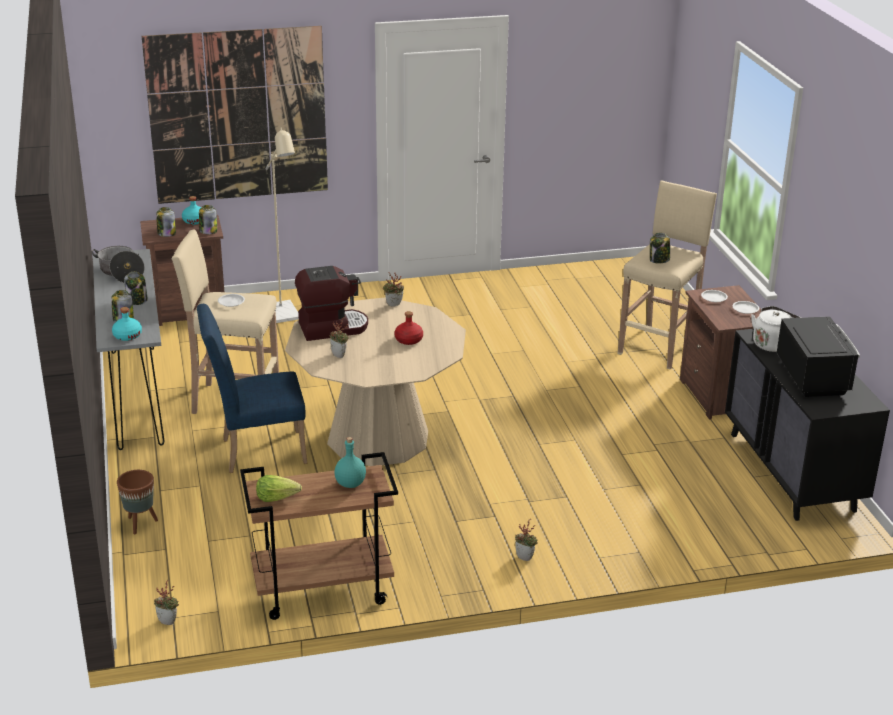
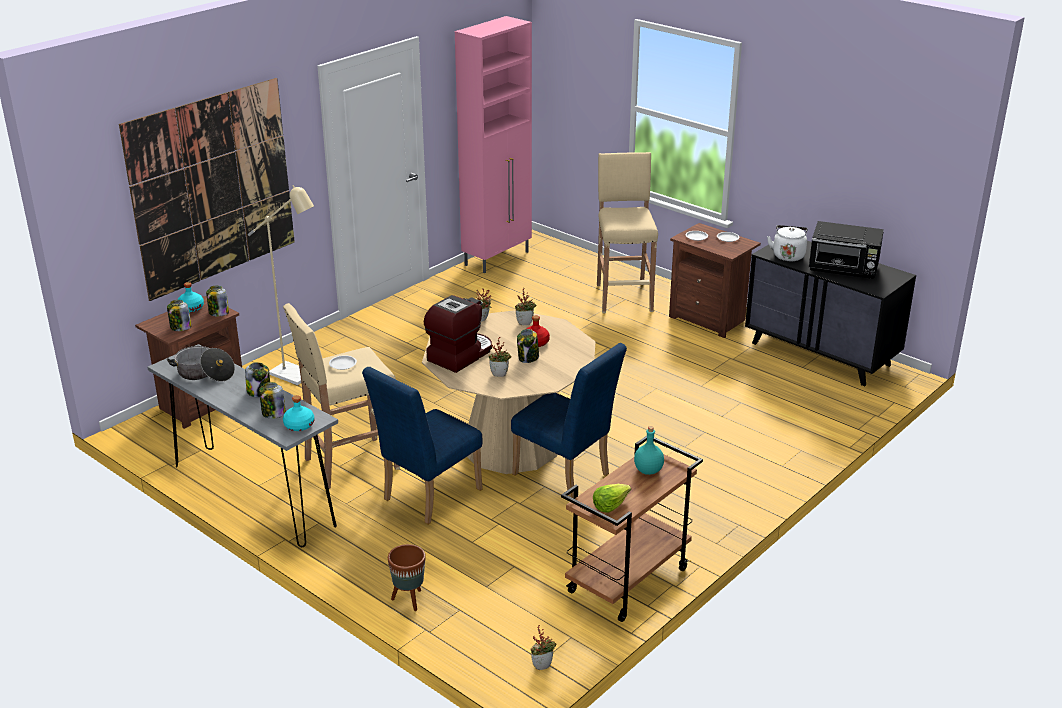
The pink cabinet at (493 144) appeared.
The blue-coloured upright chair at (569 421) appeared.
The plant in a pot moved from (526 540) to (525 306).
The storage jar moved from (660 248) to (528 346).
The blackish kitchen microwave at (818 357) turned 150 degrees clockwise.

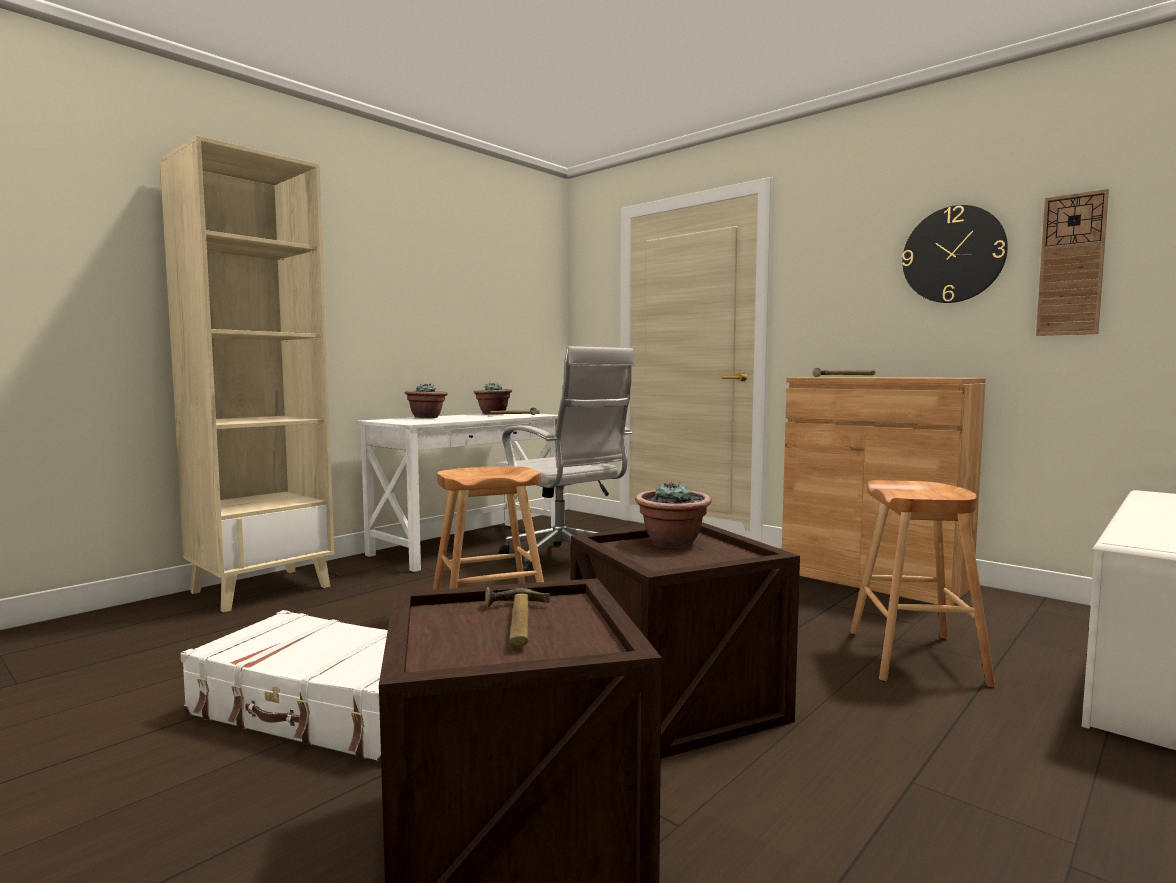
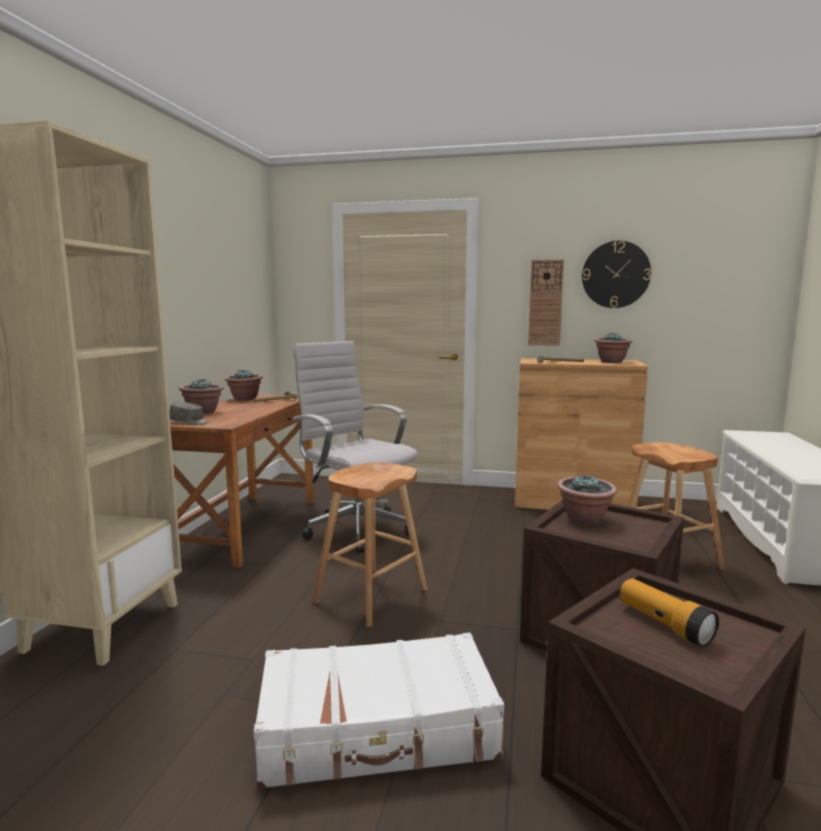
The grey peaked cap at (189 413) appeared.
The white-coloured desk table at (457 493) became the brown desk table at (242 481).
The white-coloured computer chair at (565 458) turned 150 degrees counterclockwise.
The hanging clock moved from (1072 262) to (546 302).
The plant in a pot at (613 348) appeared.
The tool hammer at (517 617) was replaced by the hand torch at (669 612).

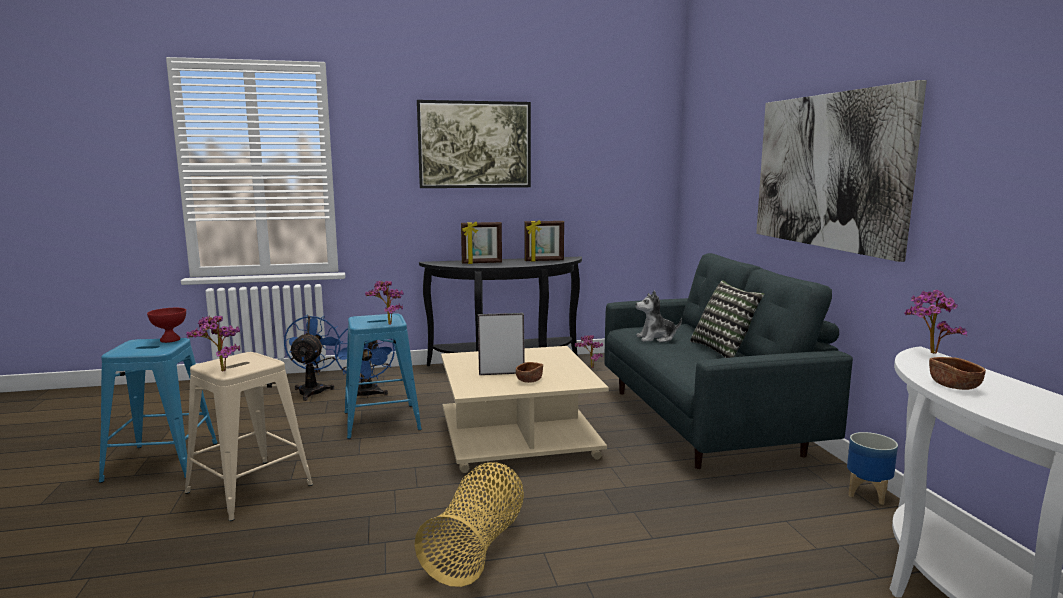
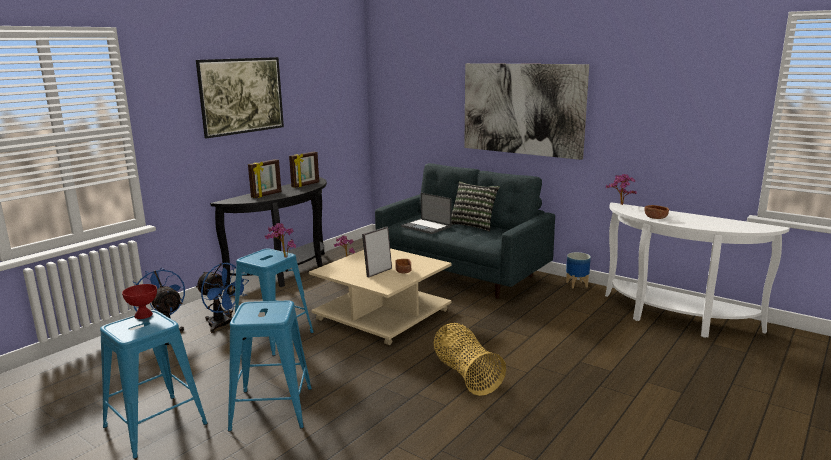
The sand-coloured stool seat at (249 436) became the blue-coloured stool seat at (270 366).
The cuddly toy at (659 316) was replaced by the notebook computer at (426 213).
The plant in a pot at (213 343) disappeared.

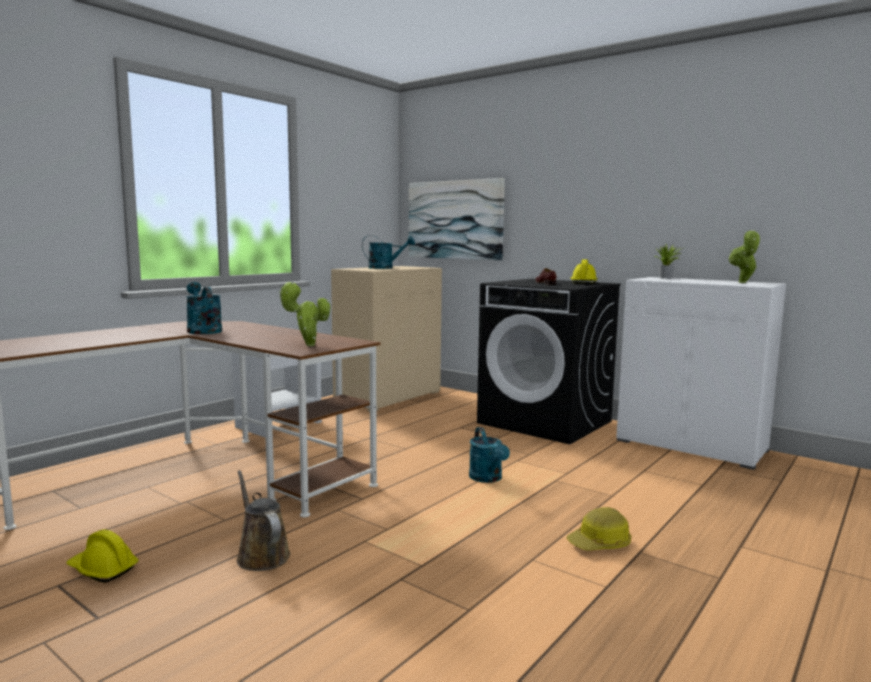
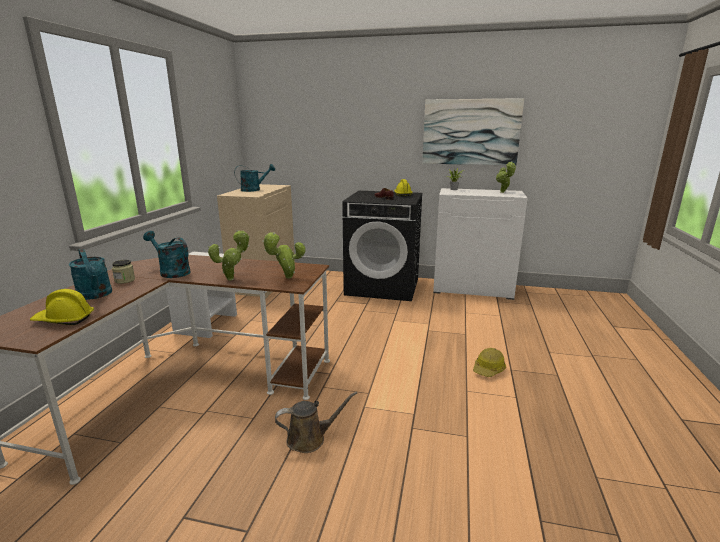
The yellow safety helmet moved from (102 556) to (62 307).
The turquoise-coloured watering can moved from (489 455) to (90 274).
The storage jar at (123 272) appeared.
The plant in a pot at (229 255) appeared.
The brown watering can at (263 520) turned 135 degrees clockwise.
The wall picture moved from (457 219) to (473 132).

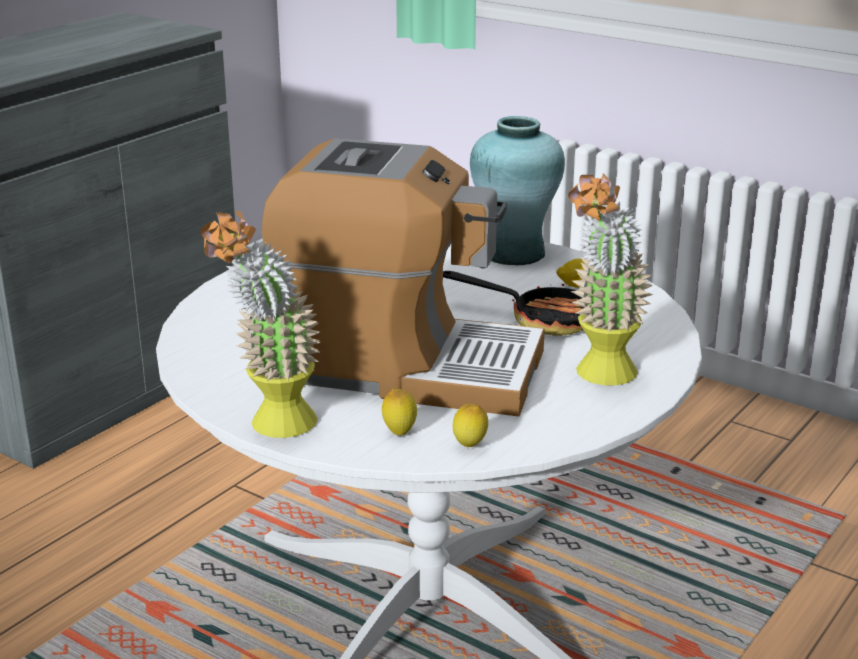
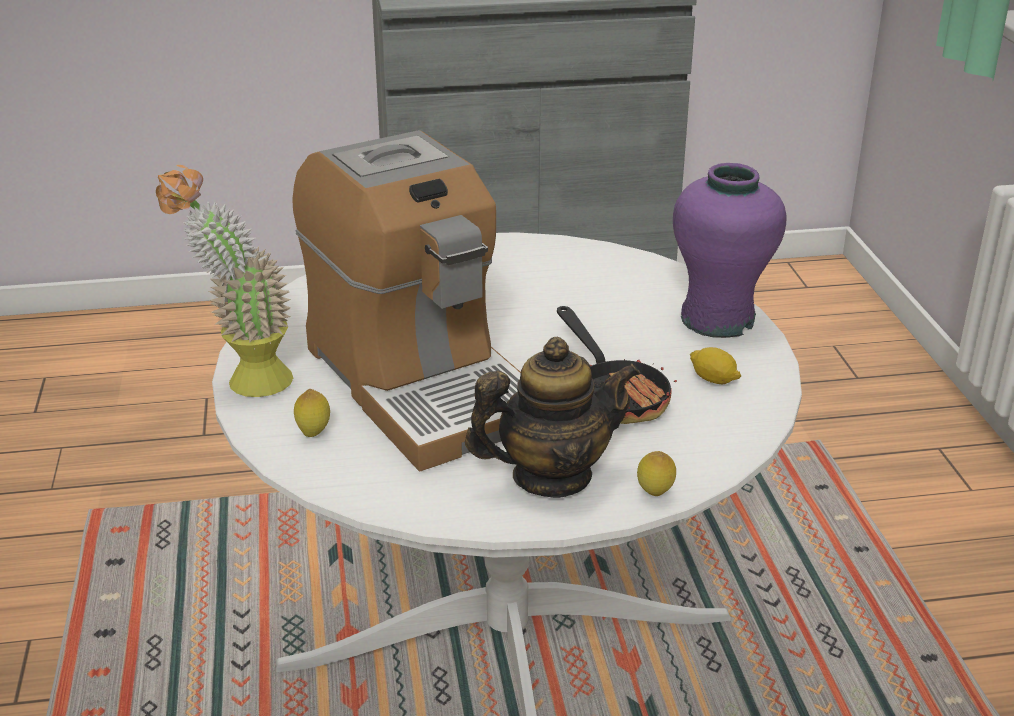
The plant in a pot at (610 279) was replaced by the tea pot at (552 417).
The lemon moved from (470 425) to (656 473).
The turquoise-coloured flower vase at (517 190) became the purplish flower vase at (730 250).

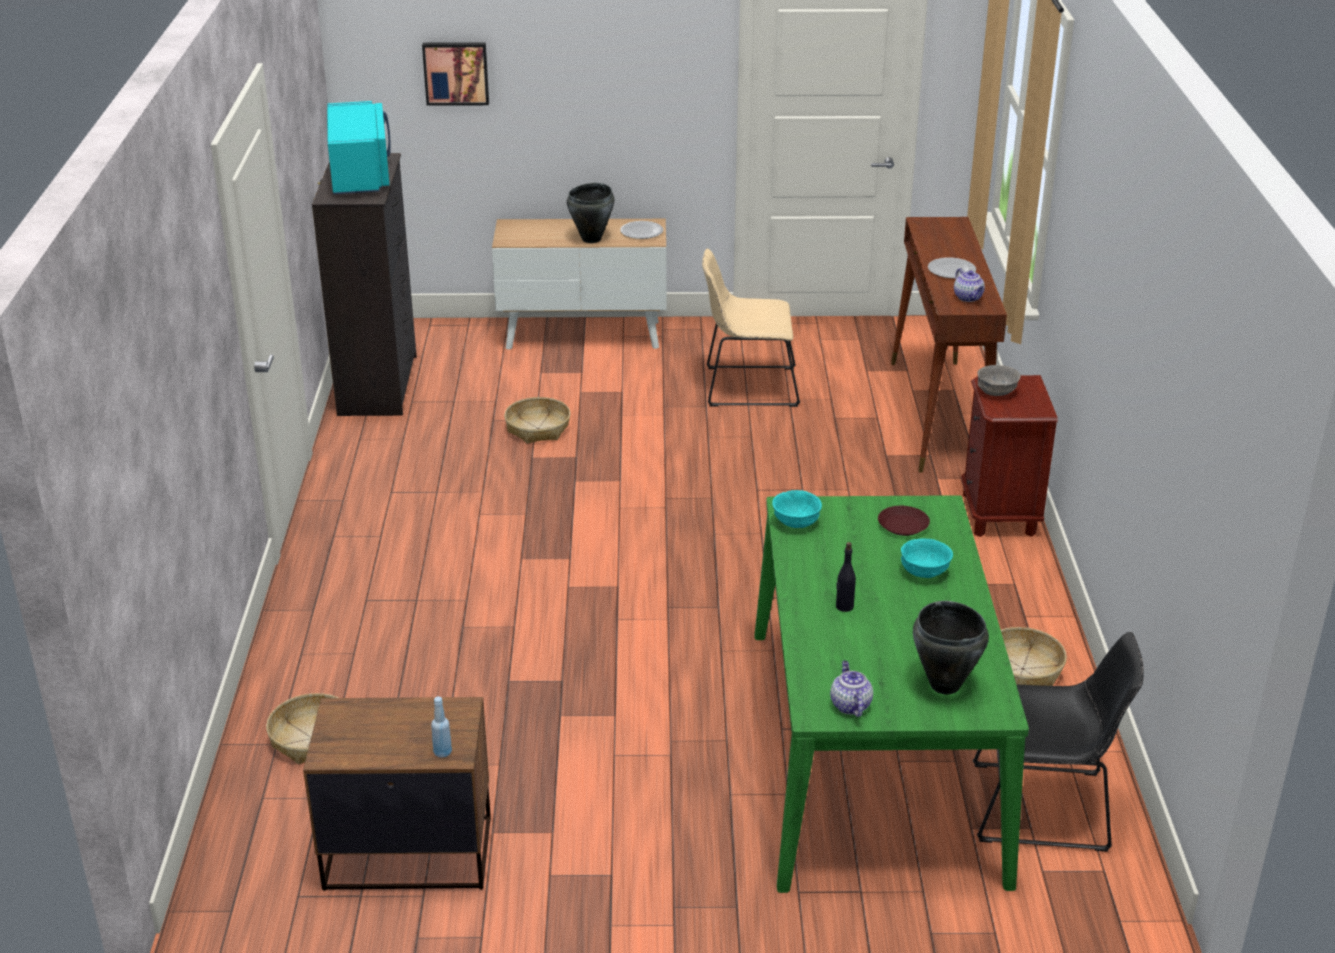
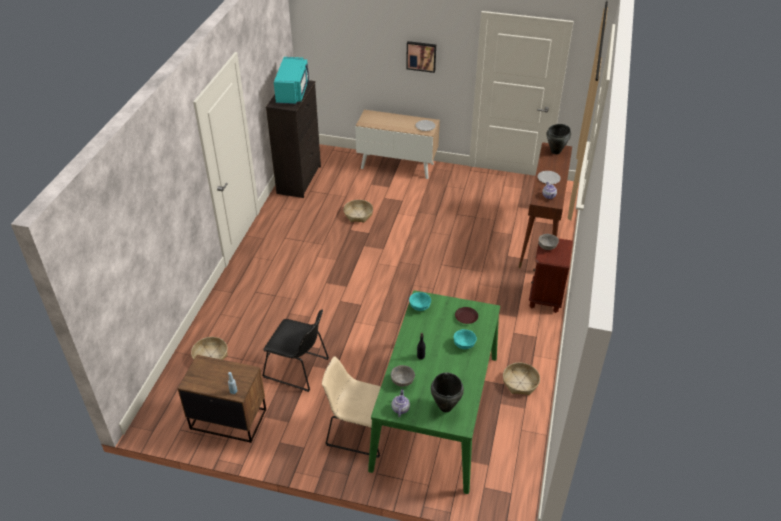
The blackish upright chair moved from (1058 742) to (295 351).
The sand-coloured upright chair moved from (751 327) to (351 407).
The grey bowl at (403 376) appeared.
The wall picture moved from (455 74) to (421 57).
The blackish cooking pot moved from (590 213) to (559 139).

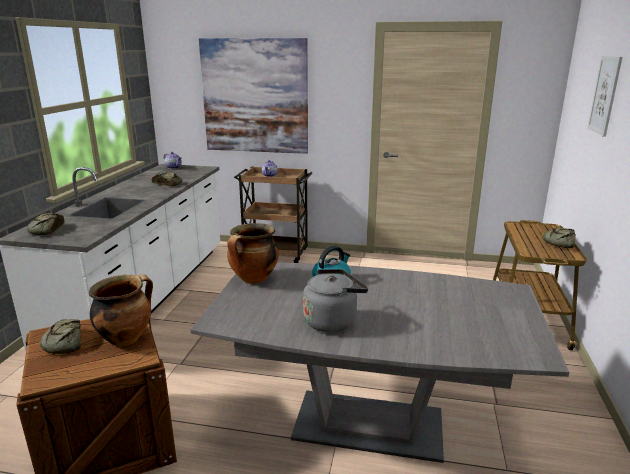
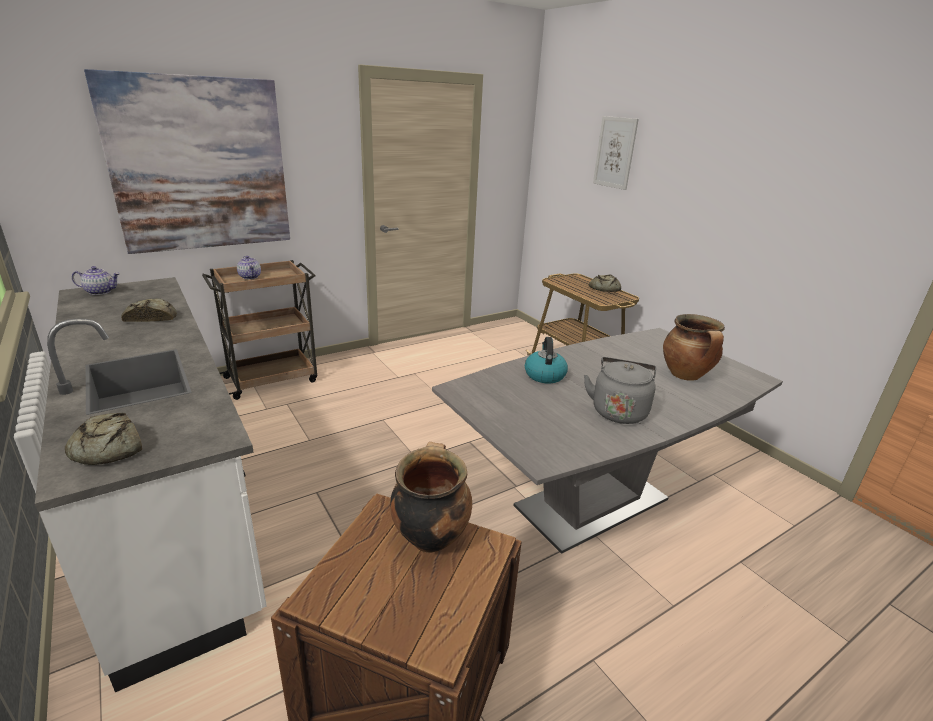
The cooking pot moved from (253 253) to (694 347).
The bakery bread at (60 336) disappeared.

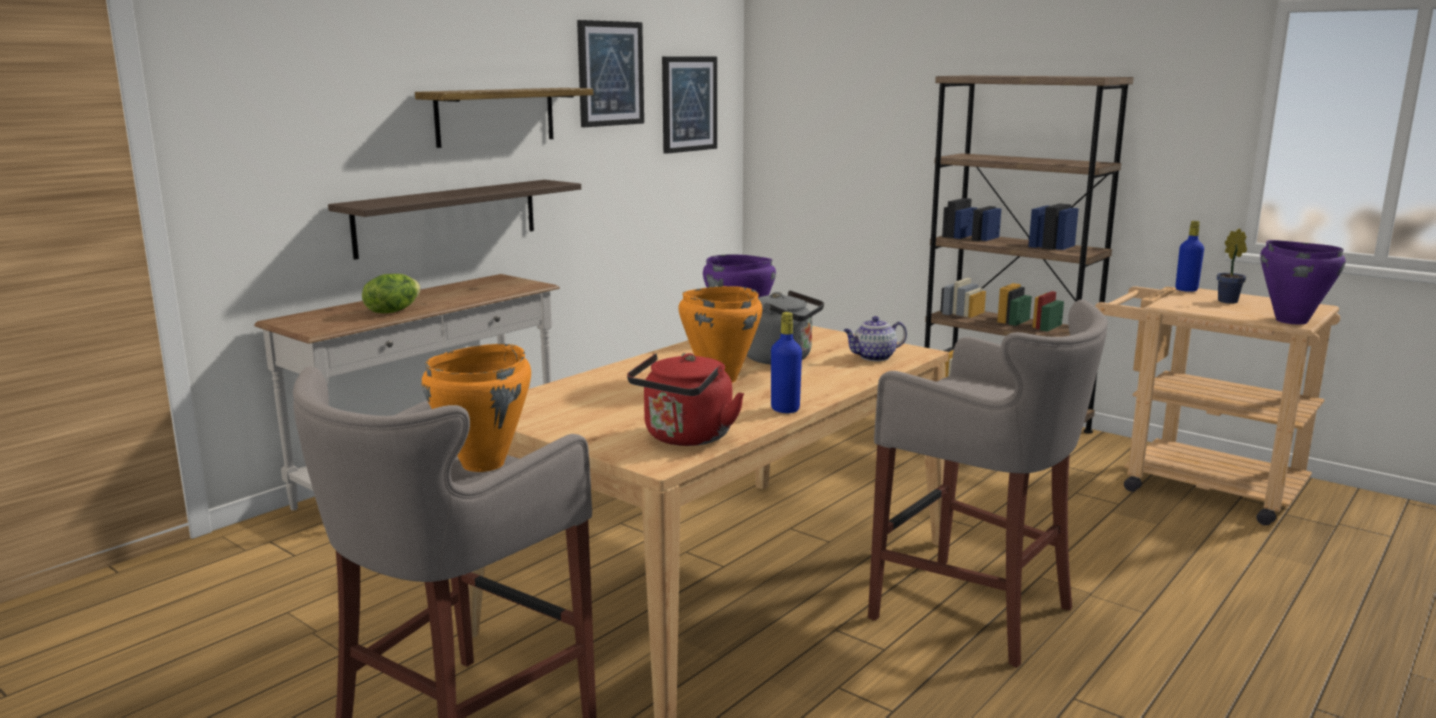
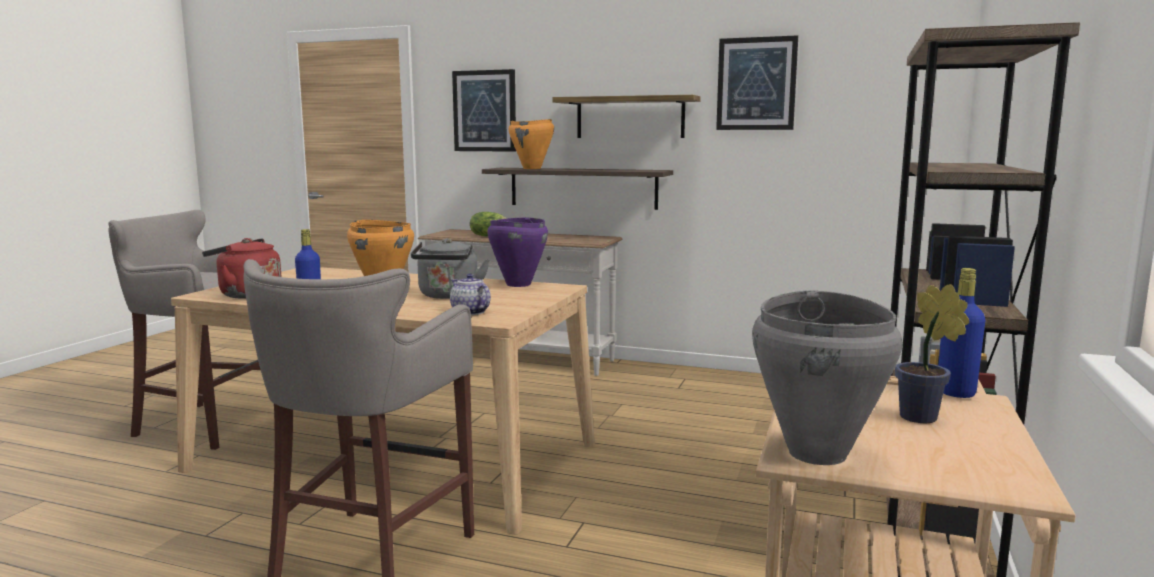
The wall picture moved from (689 105) to (484 110).
The orange-coloured cooking pot moved from (476 408) to (531 144).
The purplish cooking pot at (1302 282) became the grey cooking pot at (827 377).

